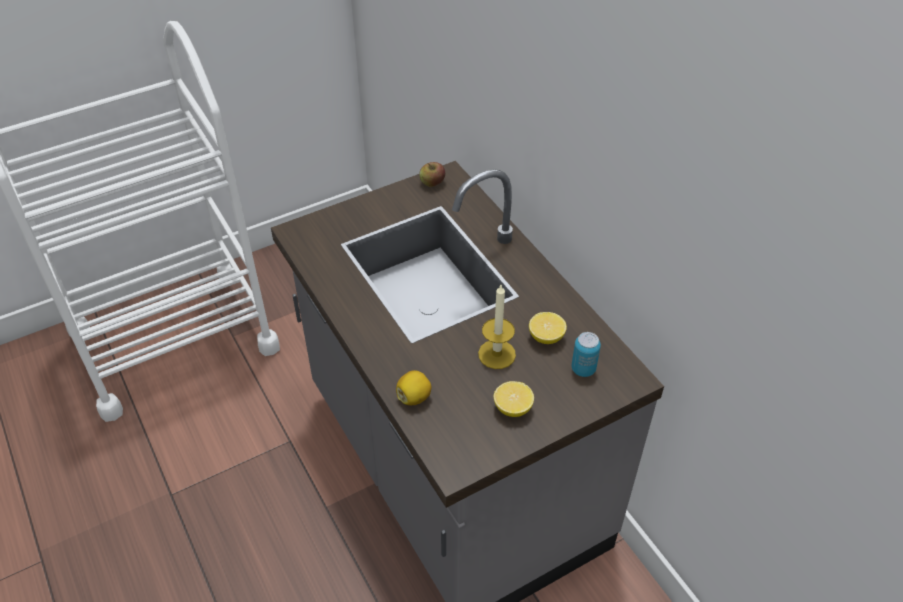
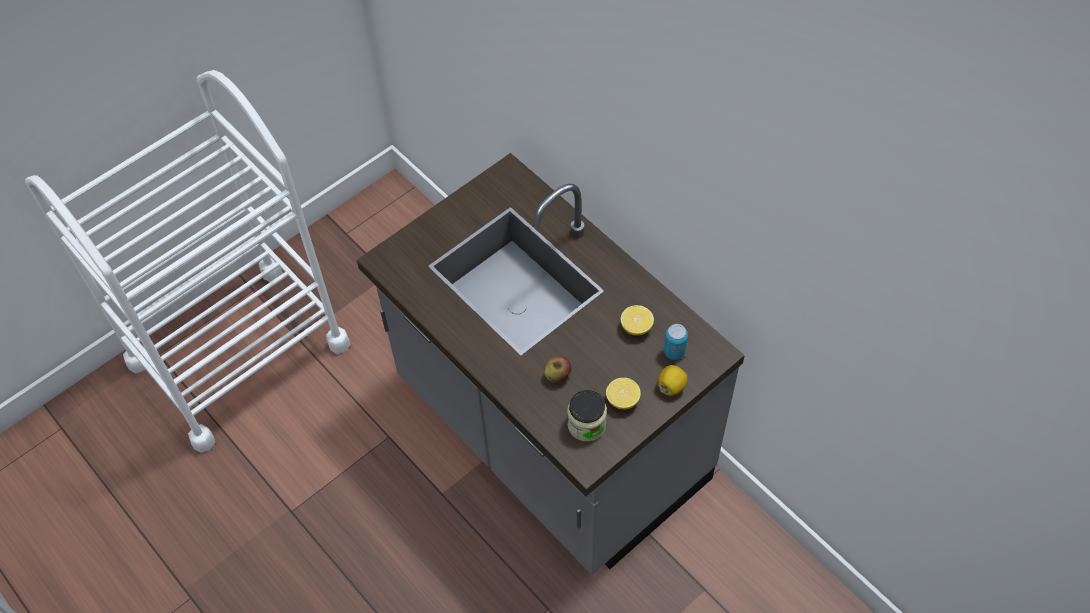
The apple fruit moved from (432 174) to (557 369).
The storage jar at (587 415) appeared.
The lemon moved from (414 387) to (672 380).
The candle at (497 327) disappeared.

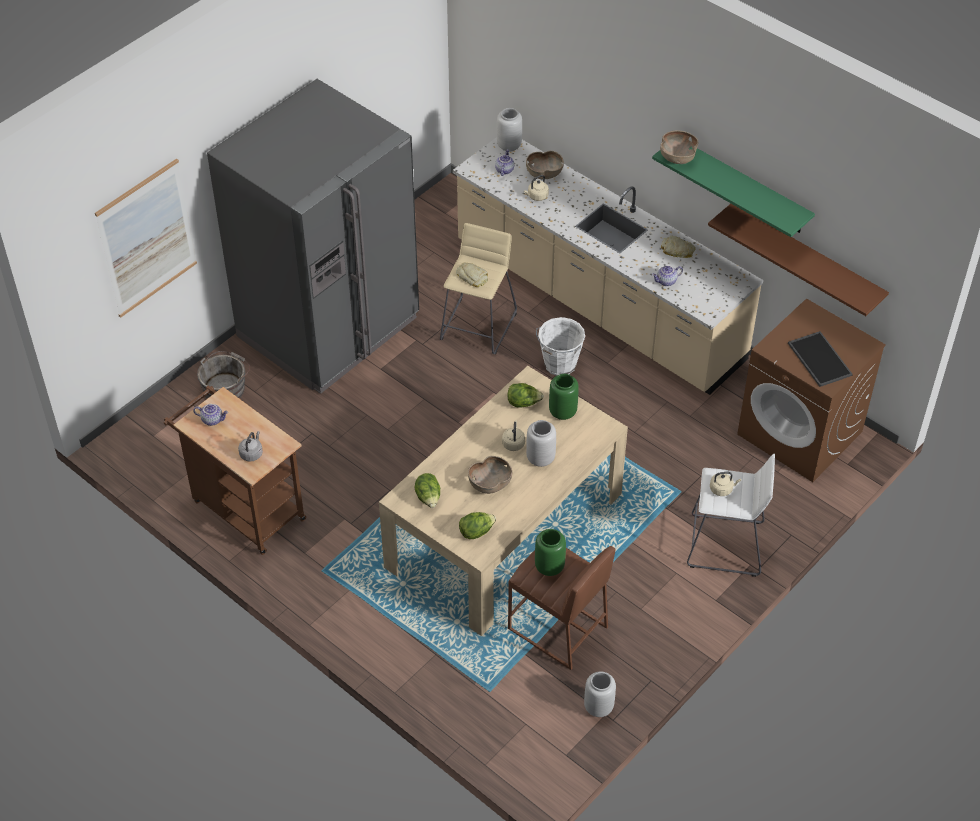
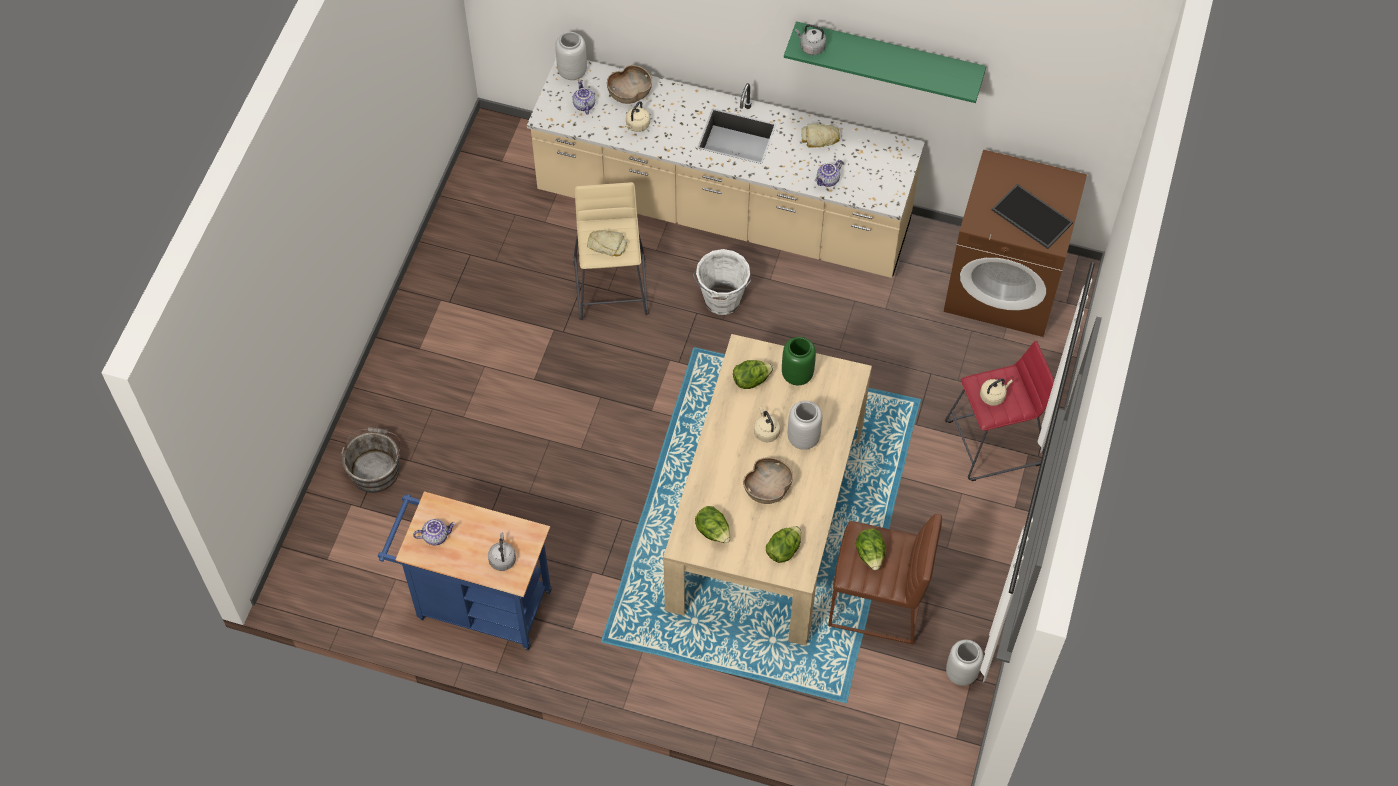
The brown cart at (235 470) became the blue-coloured cart at (465 570).
The brown bowl at (679 147) was replaced by the grey kettle at (810 39).
The greenish flower vase at (550 552) was replaced by the lettuce at (870 549).
The white-coloured stool seat at (731 515) became the red stool seat at (999 411).
The wall picture at (146 238) disappeared.
The grey kitchen fridge at (313 236) disappeared.
The brown shelf at (798 260) disappeared.

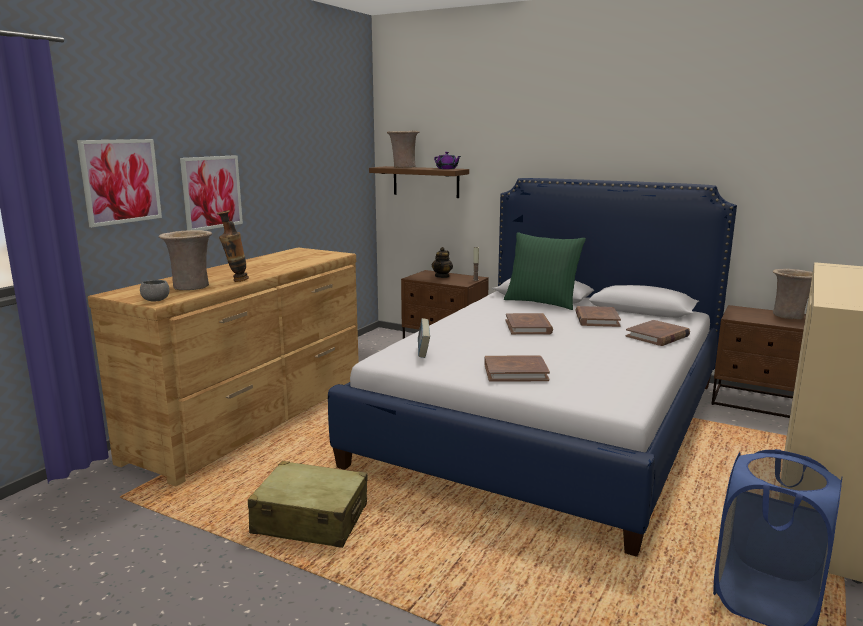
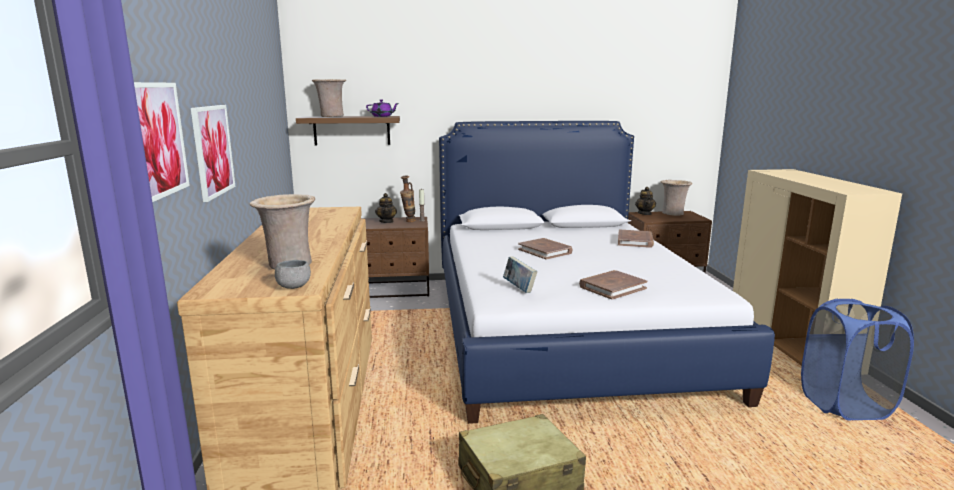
The flower vase moved from (233 246) to (408 198).
The tea pot at (645 201) appeared.
The greenish cushion at (545 271) disappeared.
The brown bound book at (598 316) disappeared.

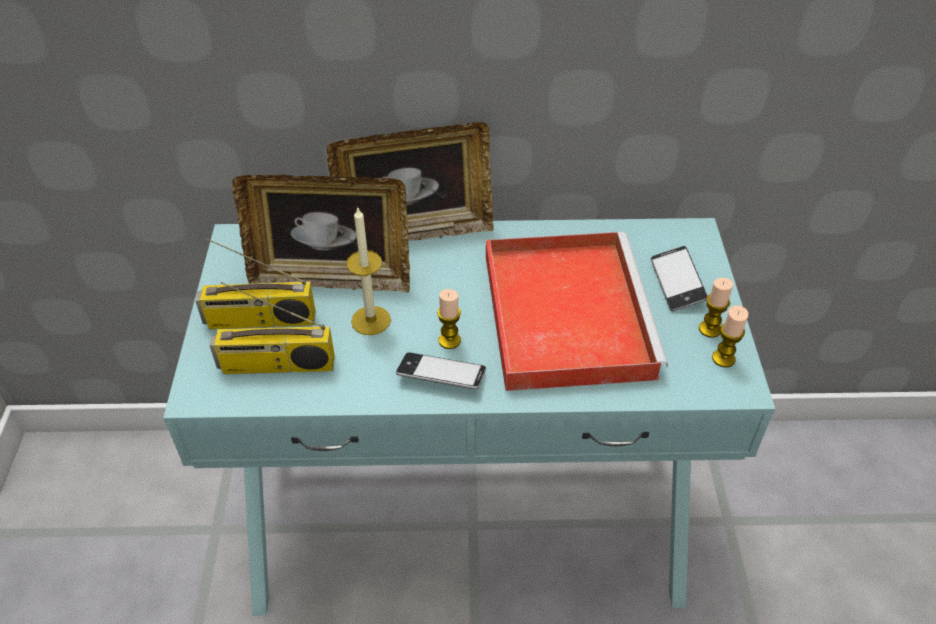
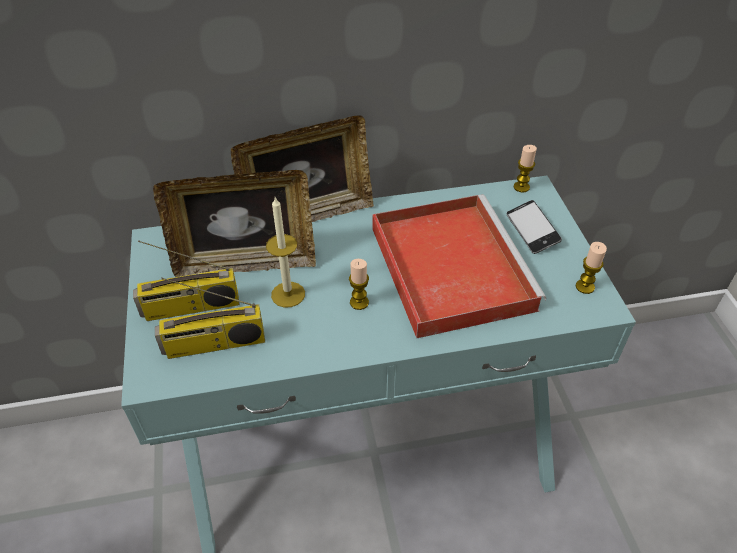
The candle moved from (716 308) to (525 169).
The phone at (441 370) disappeared.

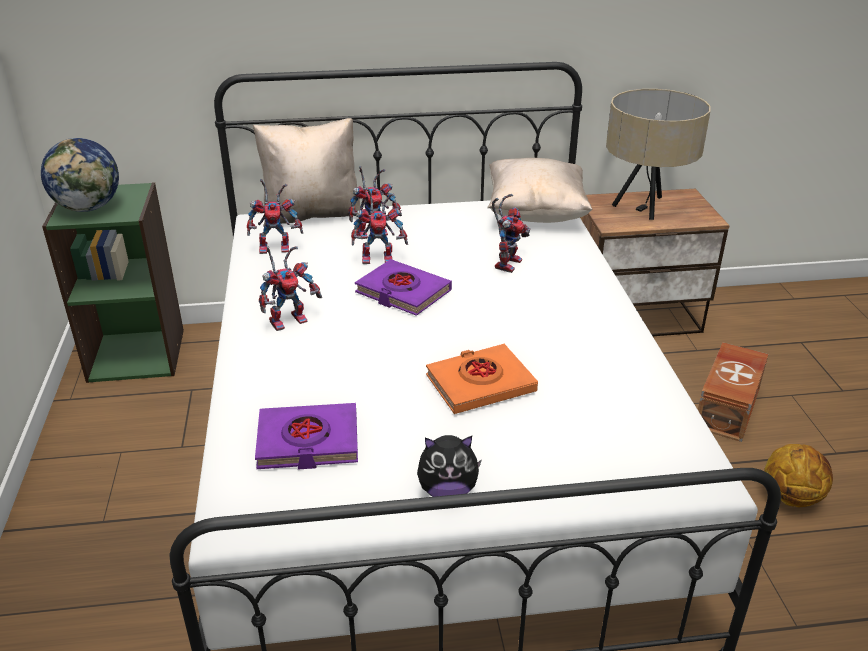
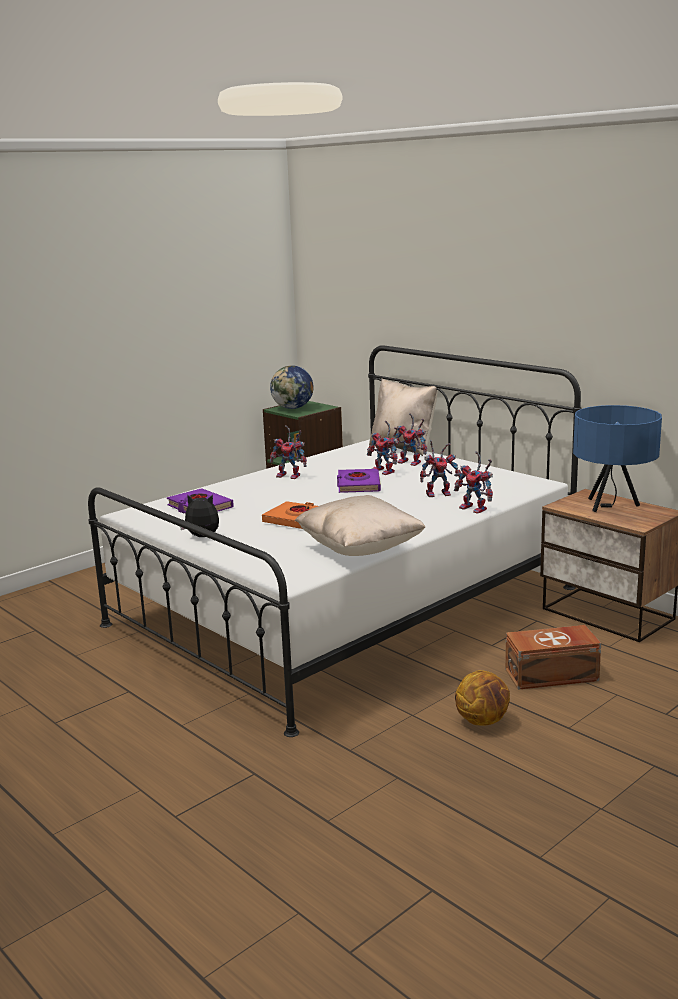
The cuddly toy at (449 466) turned 135 degrees clockwise.
The sand-coloured cushion moved from (540 190) to (360 525).
The model robot moved from (275 216) to (473 482).
The sand-coloured tabletop lamp at (658 154) became the blue-coloured tabletop lamp at (617 458).

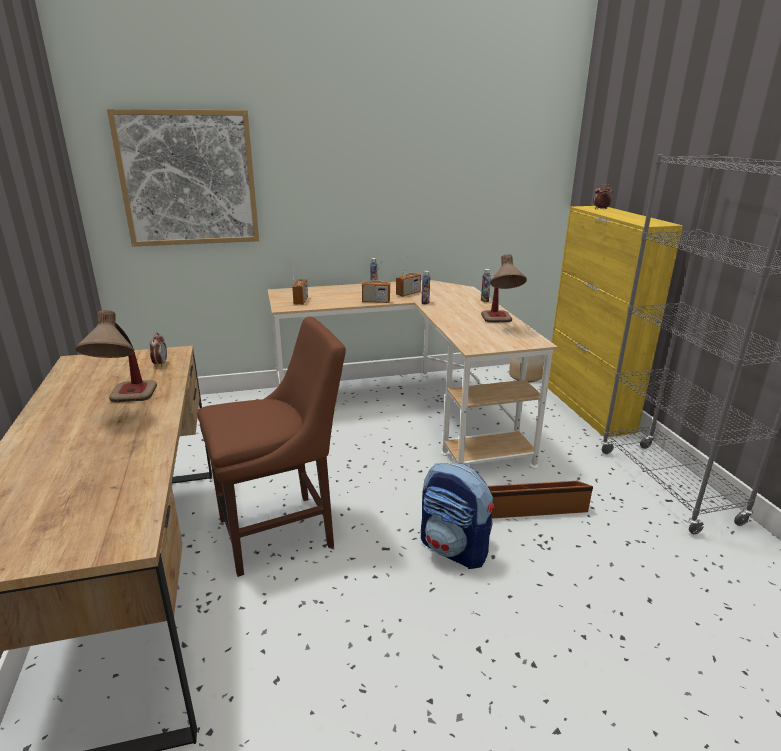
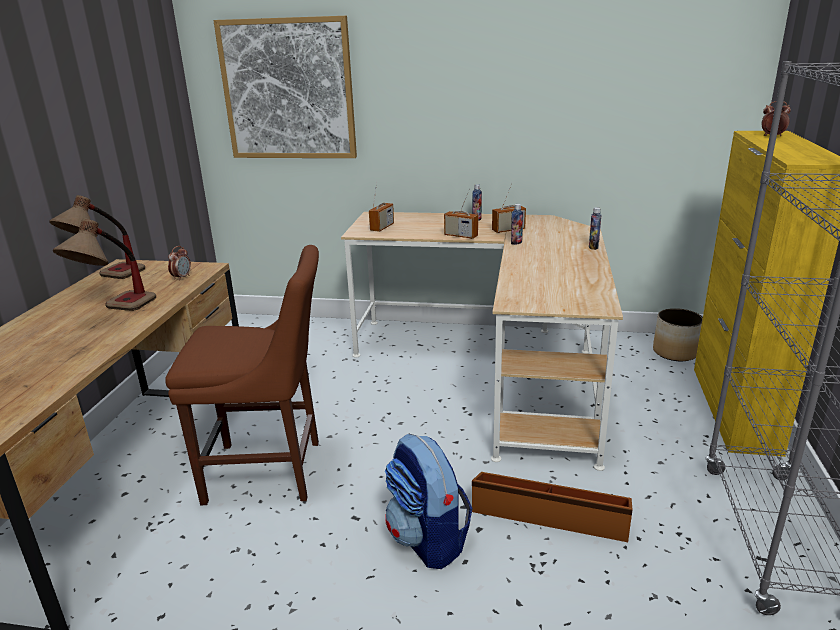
The tabletop lamp moved from (504 288) to (97 237).

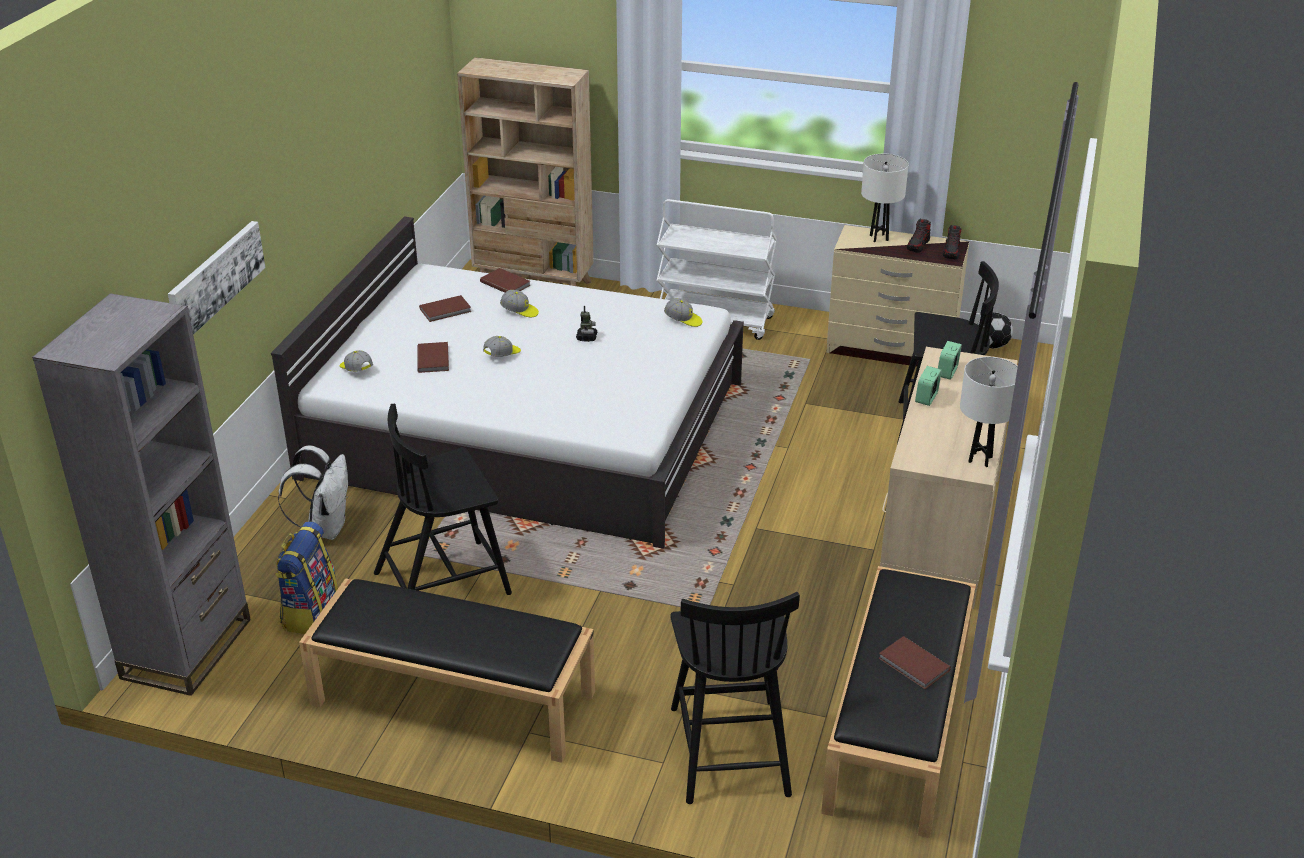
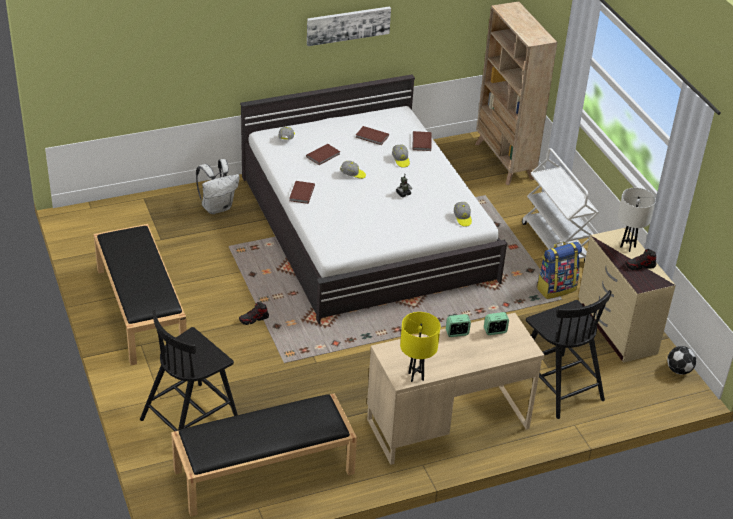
The item of footwear moved from (952 242) to (254 313).
The brown bound book moved from (915 662) to (302 192).
The wall picture moved from (217 278) to (349 26).
The white-coloured tabletop lamp at (989 412) became the yellow tabletop lamp at (420 347).
The rucksack moved from (306 577) to (559 270).
The grey shelving unit at (141 495) disappeared.
The blackish upright chair at (443 499) disappeared.

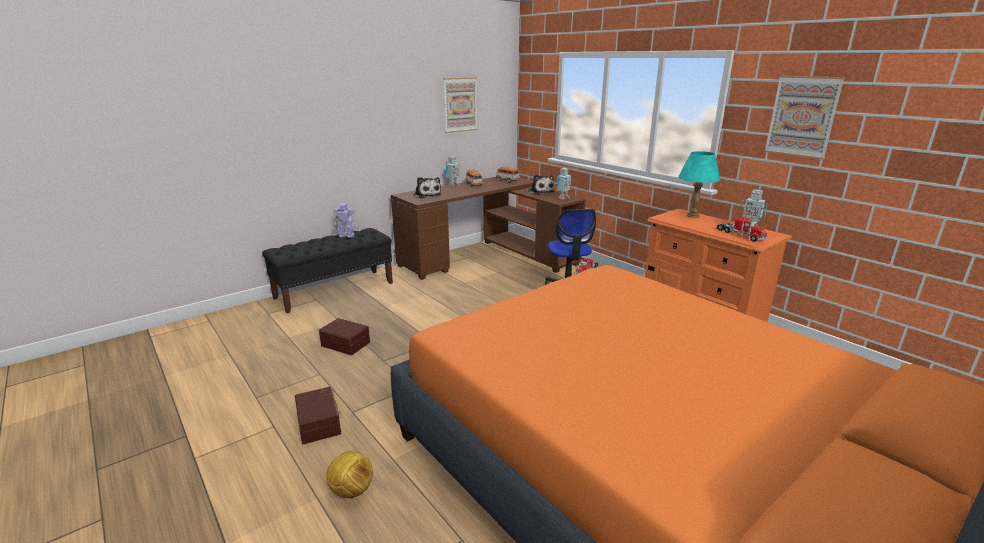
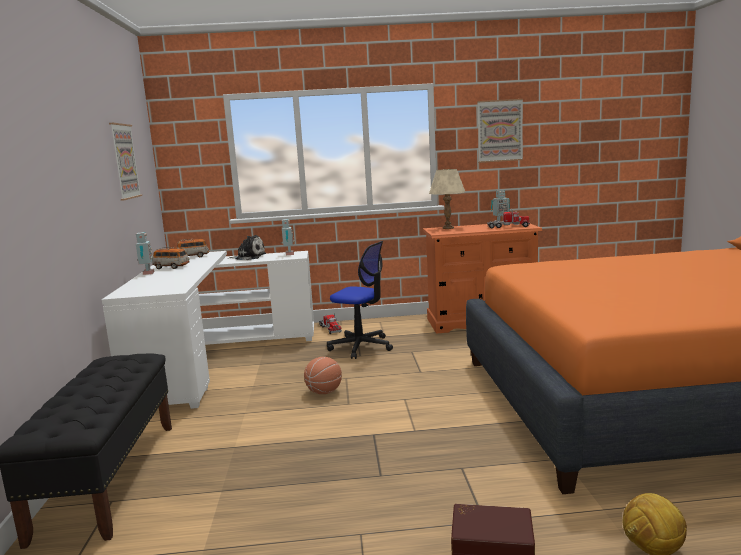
The brown desk table at (488 228) became the white-coloured desk table at (208 330).
The basketball at (323 375) appeared.
The turquoise-coloured tabletop lamp at (699 184) became the sand-coloured tabletop lamp at (447 199).
The brown storage box at (344 336) disappeared.
The model robot at (346 220) disappeared.
The cuddly toy at (427 187) disappeared.

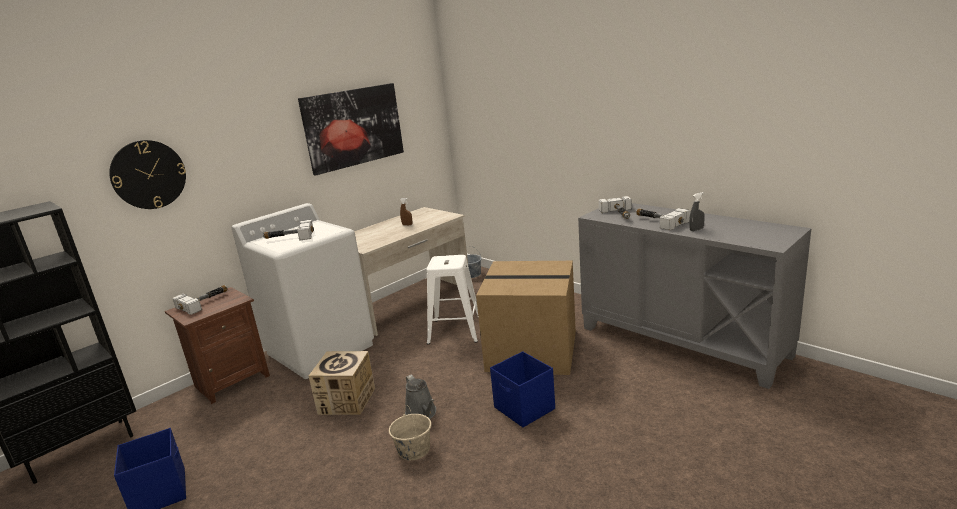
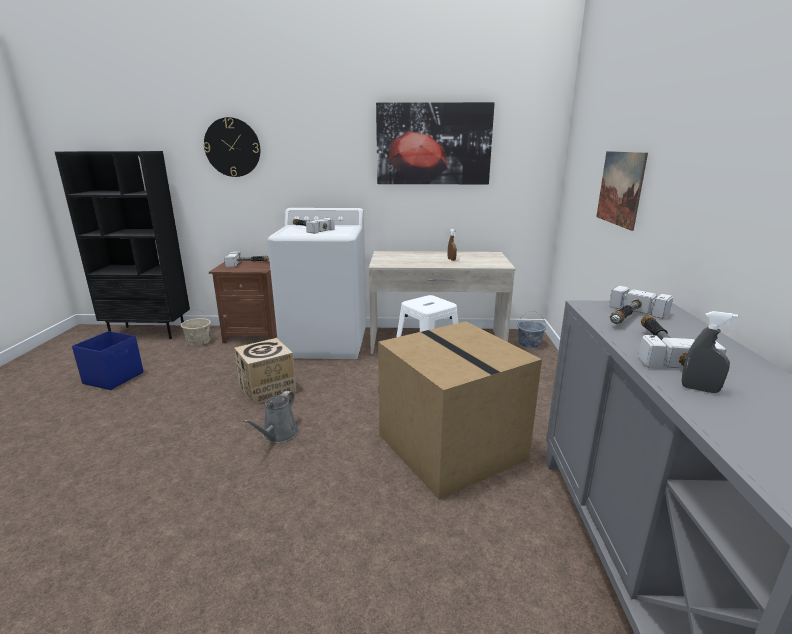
The sand-coloured water bucket moved from (410 433) to (196 327).
The wall picture at (622 191) appeared.
The blue-coloured storage box at (522 389) disappeared.

